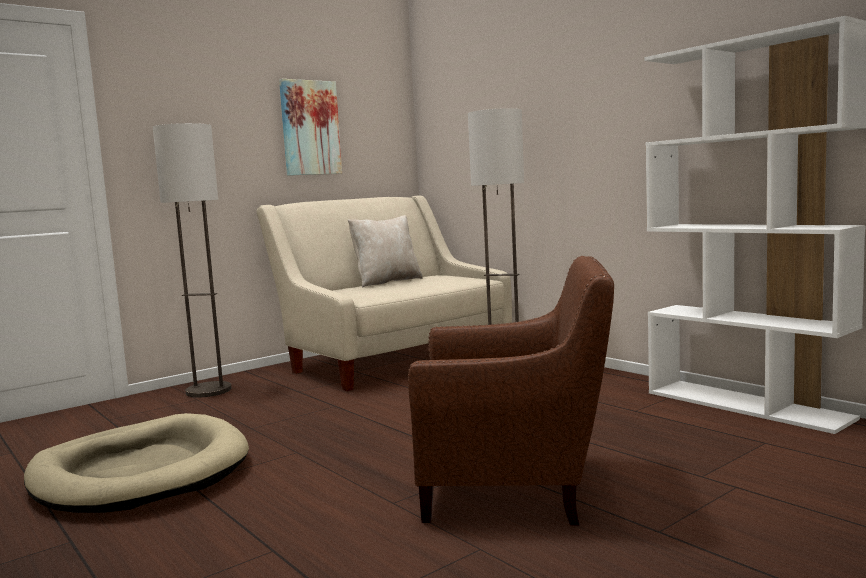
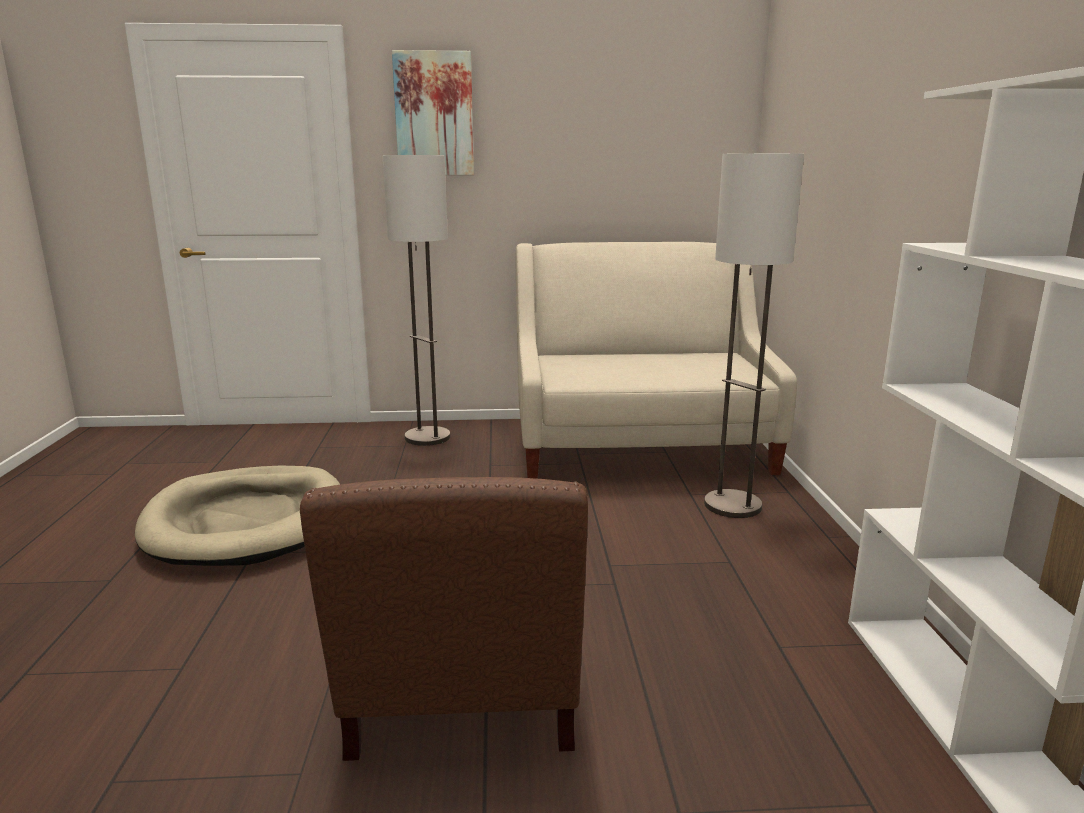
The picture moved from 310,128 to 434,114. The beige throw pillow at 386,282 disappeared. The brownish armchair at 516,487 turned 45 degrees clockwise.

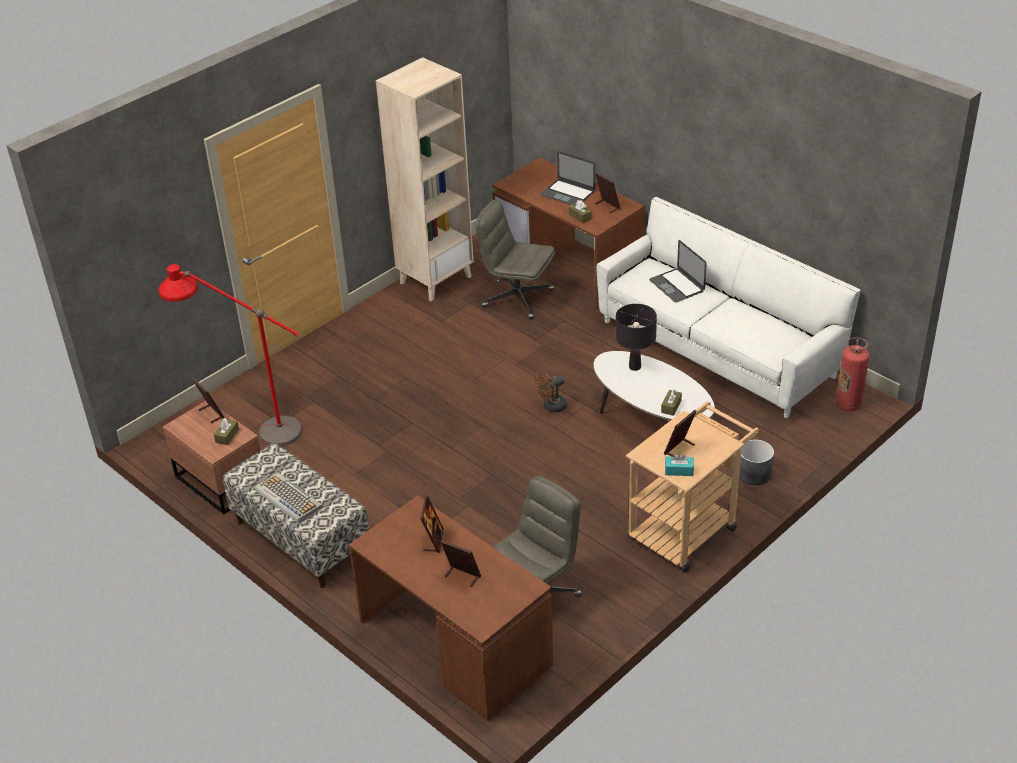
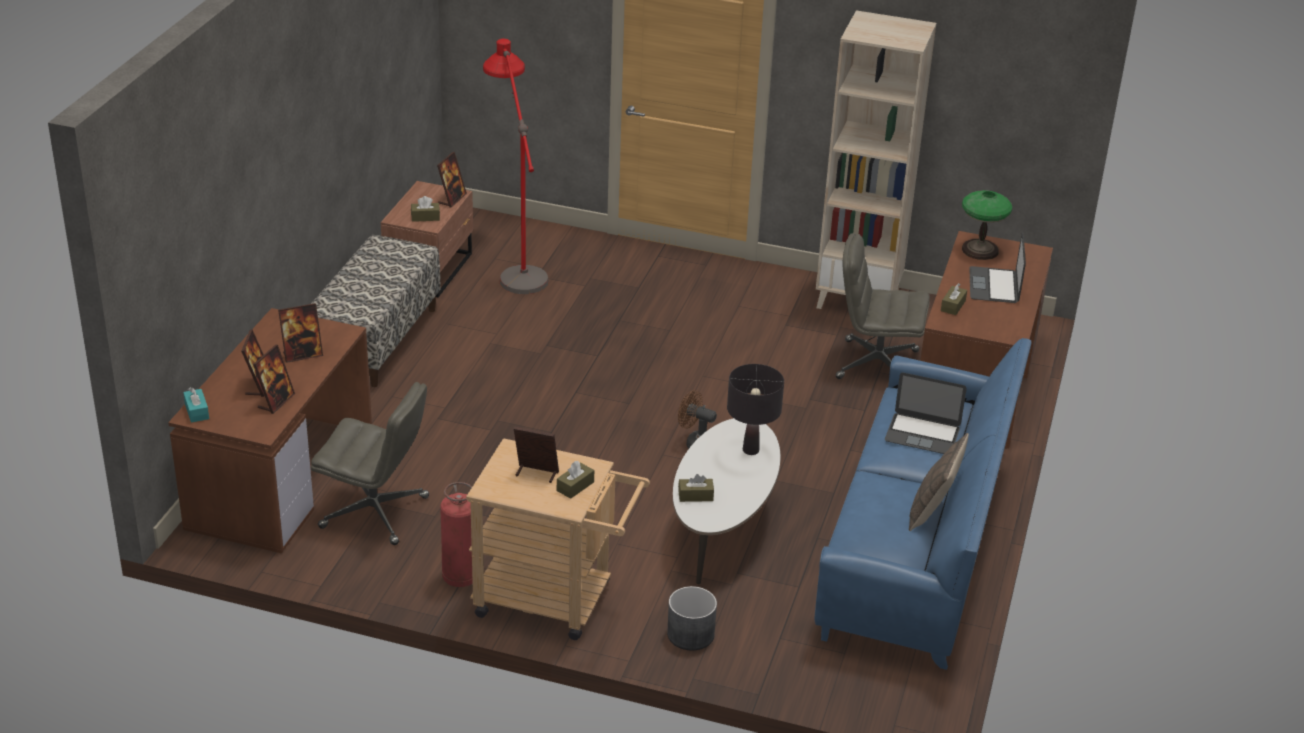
The picture frame moved from 607,206 to 276,401. The whitish settee at 718,349 became the blue-coloured settee at 916,547. The grey computer chair at 517,298 turned 75 degrees counterclockwise. The laptop at 677,285 turned 105 degrees counterclockwise. The fire extinguisher moved from 848,404 to 460,577. The turquoise-coloured tissue holder moved from 679,470 to 197,411. The PC keyboard at 287,498 disappeared. The lamp for a table at 980,250 appeared. The throw pillow at 933,511 appeared. The brownish tissue holder at 575,486 appeared.

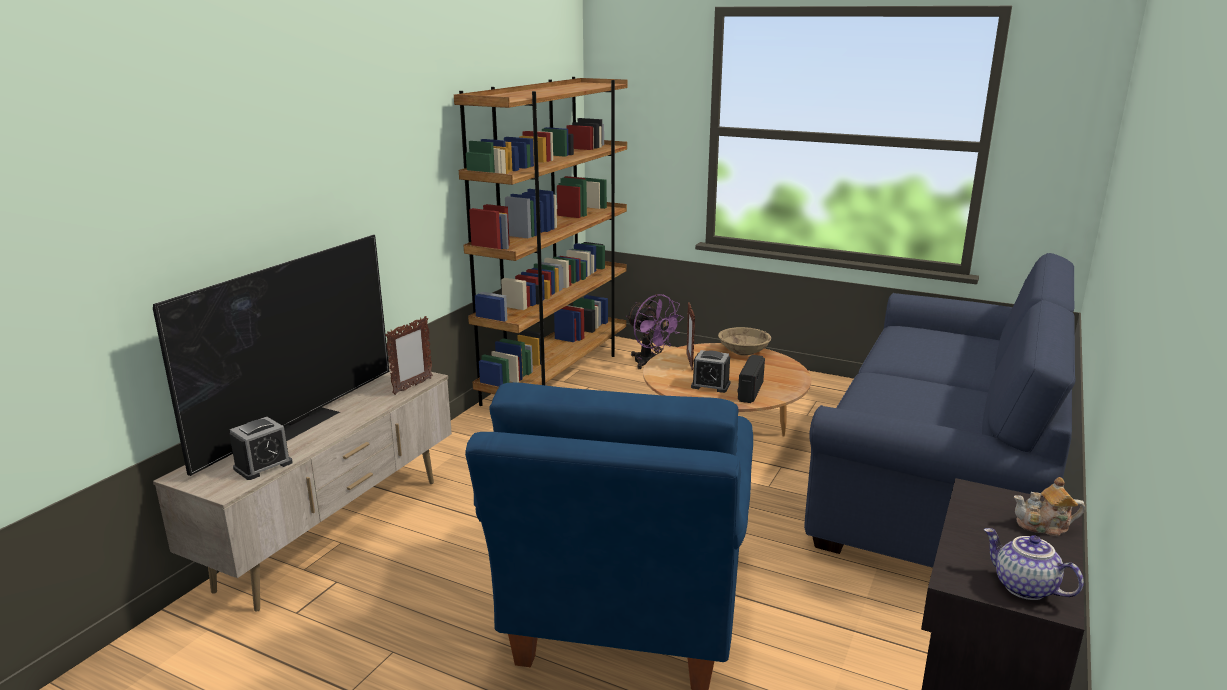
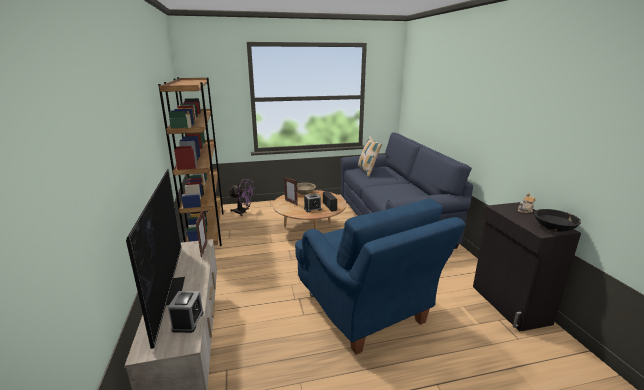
The pot for tea at 1023,588 was replaced by the black-coloured bowl at 554,228. The throw pillow at 368,171 appeared.

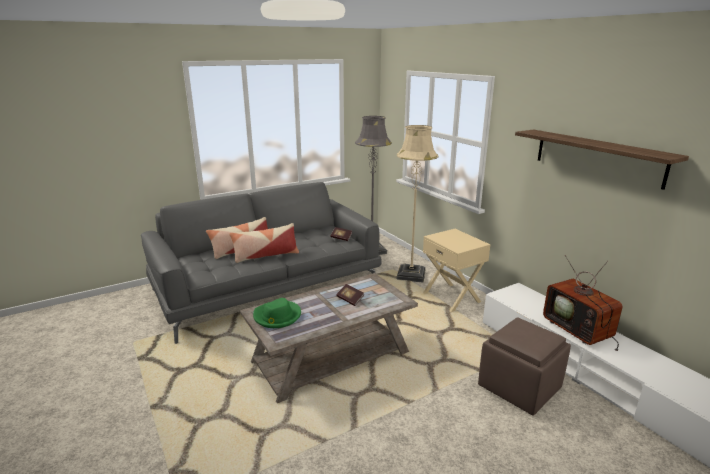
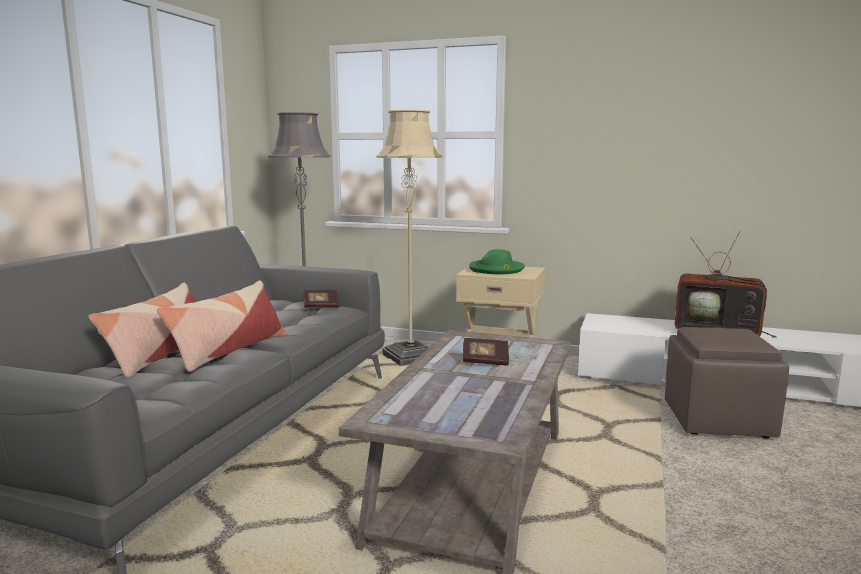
The wall shelf at 597,157 disappeared. The green-coloured hat moved from 277,316 to 496,269.

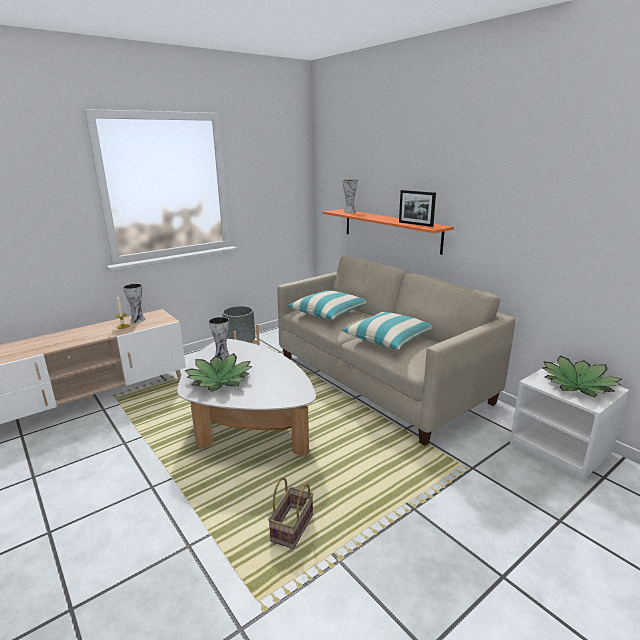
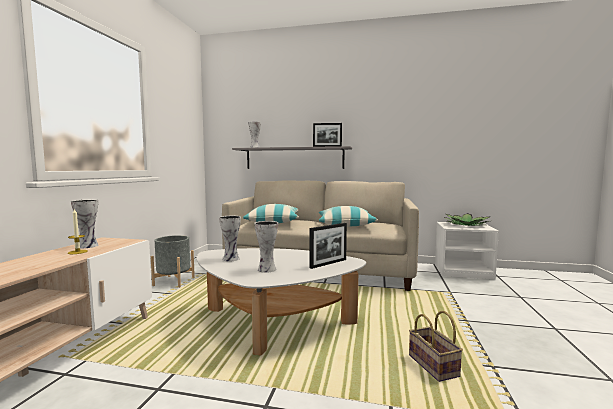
The orangey wall shelf at 390,230 became the grey wall shelf at 294,158. The potted plant at 220,380 was replaced by the vase at 266,269. The picture frame at 328,263 appeared.

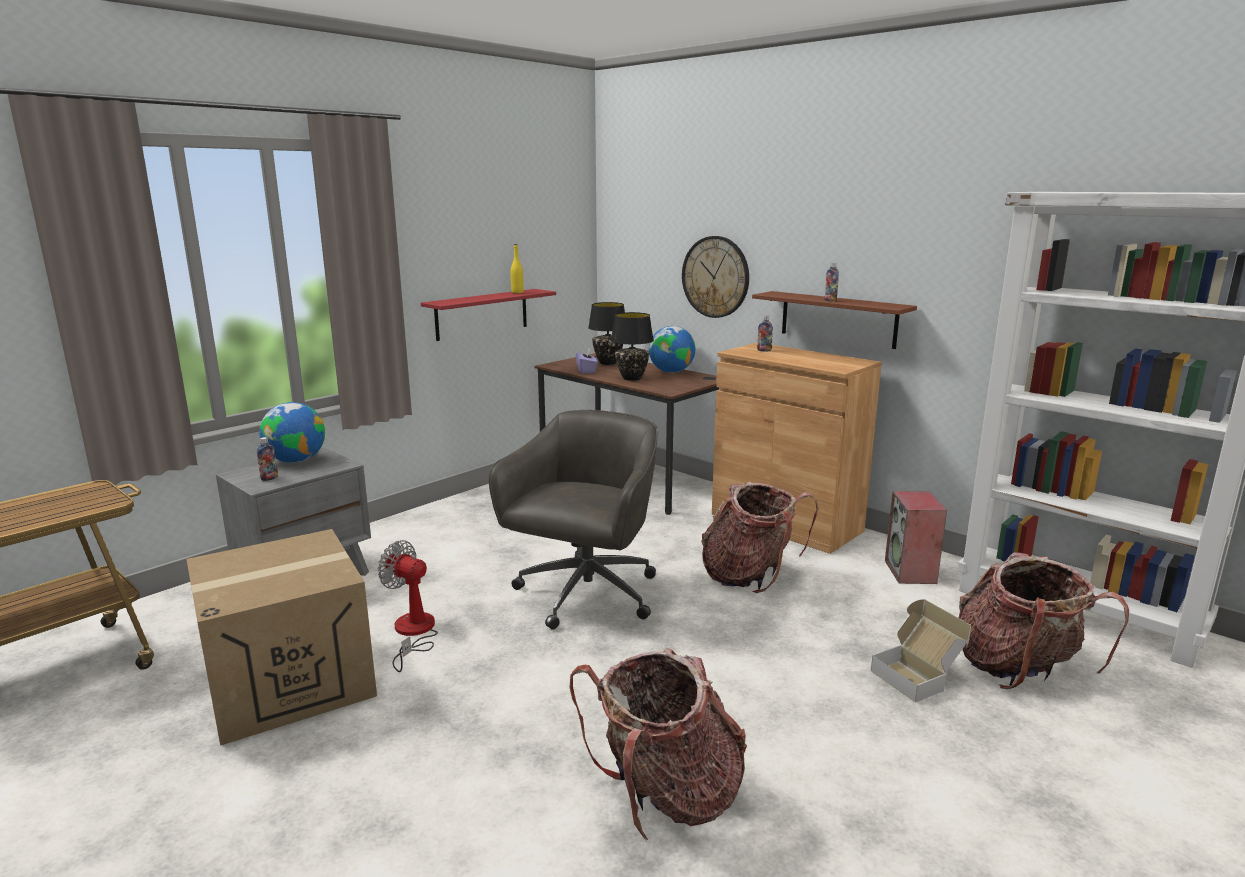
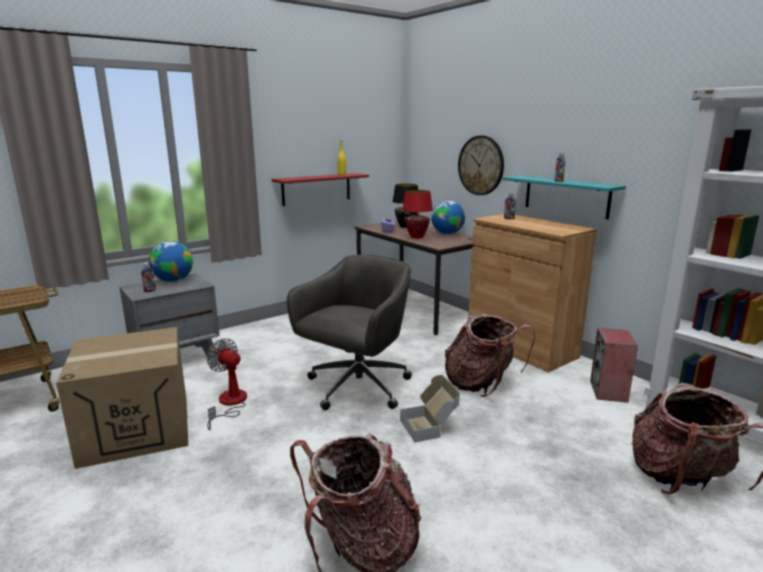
The brownish wall shelf at 838,319 became the turquoise-coloured wall shelf at 566,196. The black-coloured lamp for a table at 632,378 became the red-coloured lamp for a table at 417,237. The packing box moved from 918,676 to 429,427.

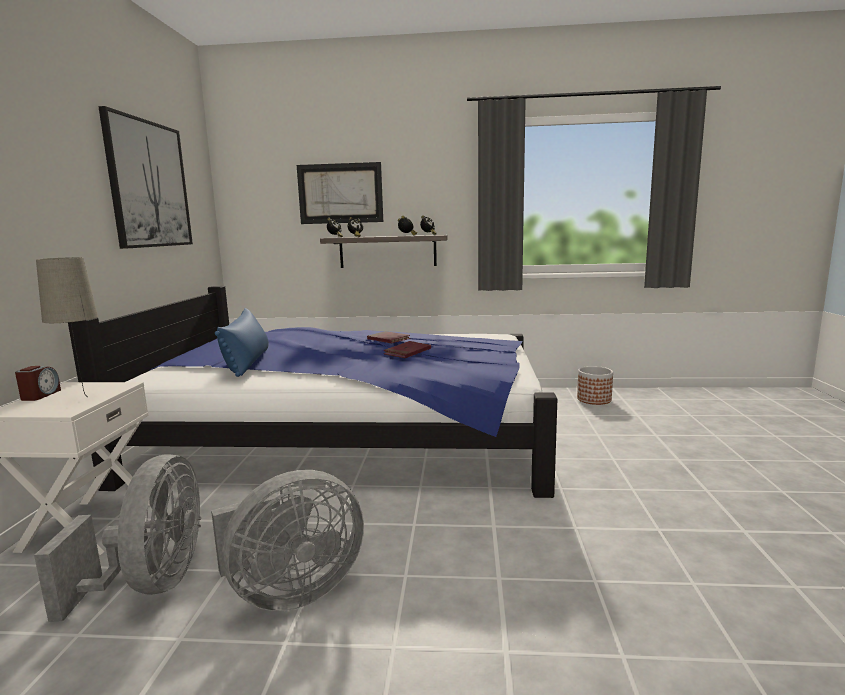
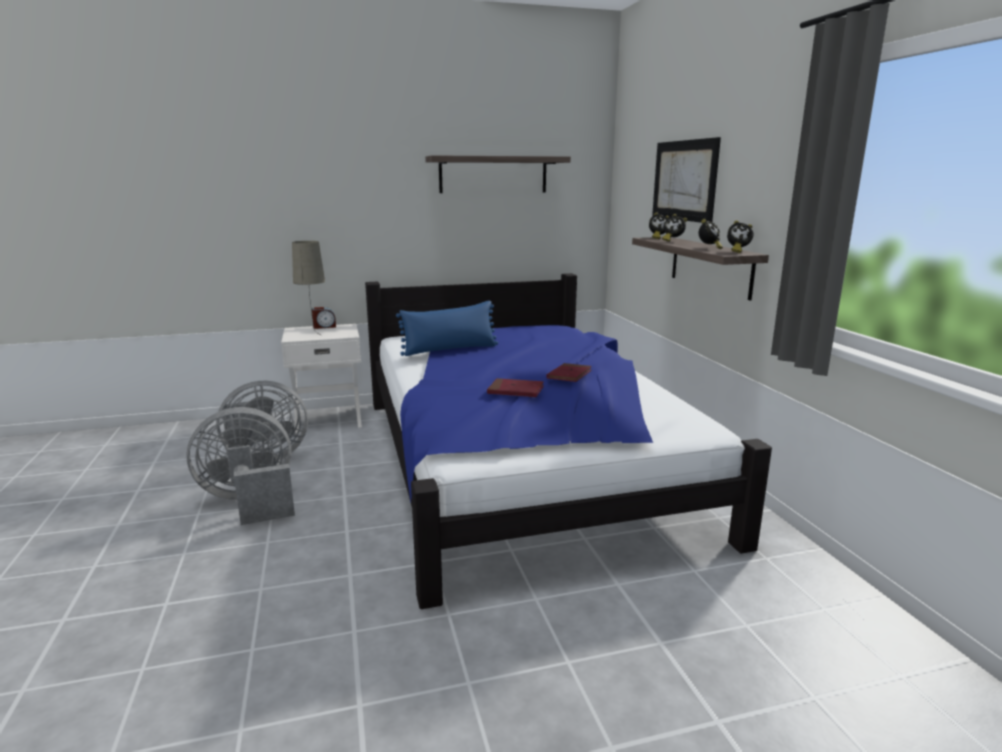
The picture at 149,184 was replaced by the wall shelf at 493,175. The planter at 594,399 disappeared. The grey fan at 291,592 turned 120 degrees clockwise.

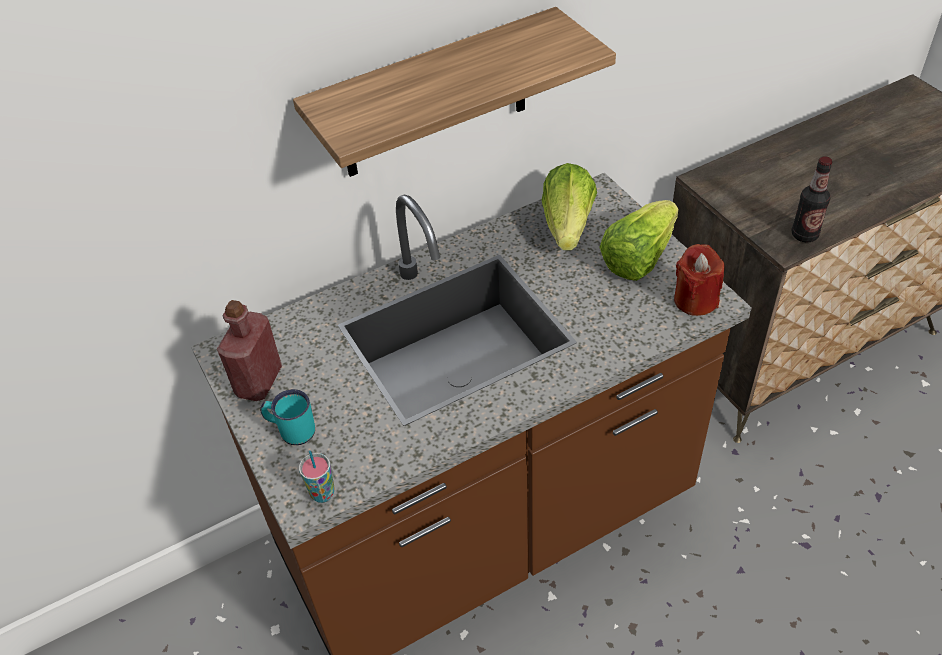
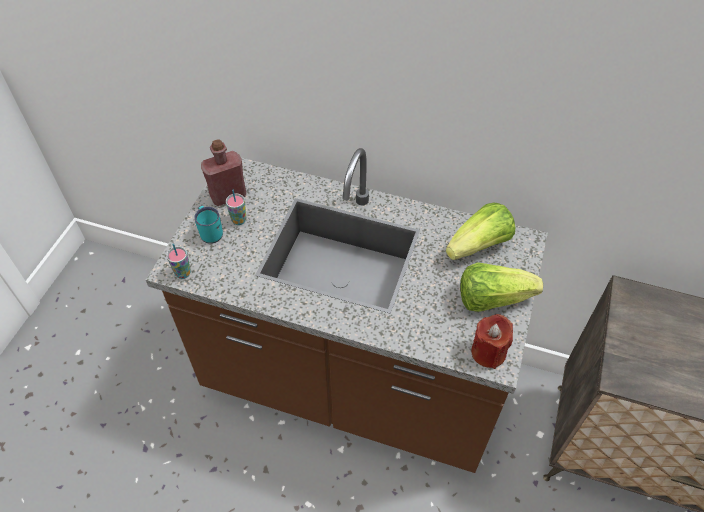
The wall shelf at 434,97 disappeared. The bottle at 804,235 disappeared. The drinking cup at 239,220 appeared.

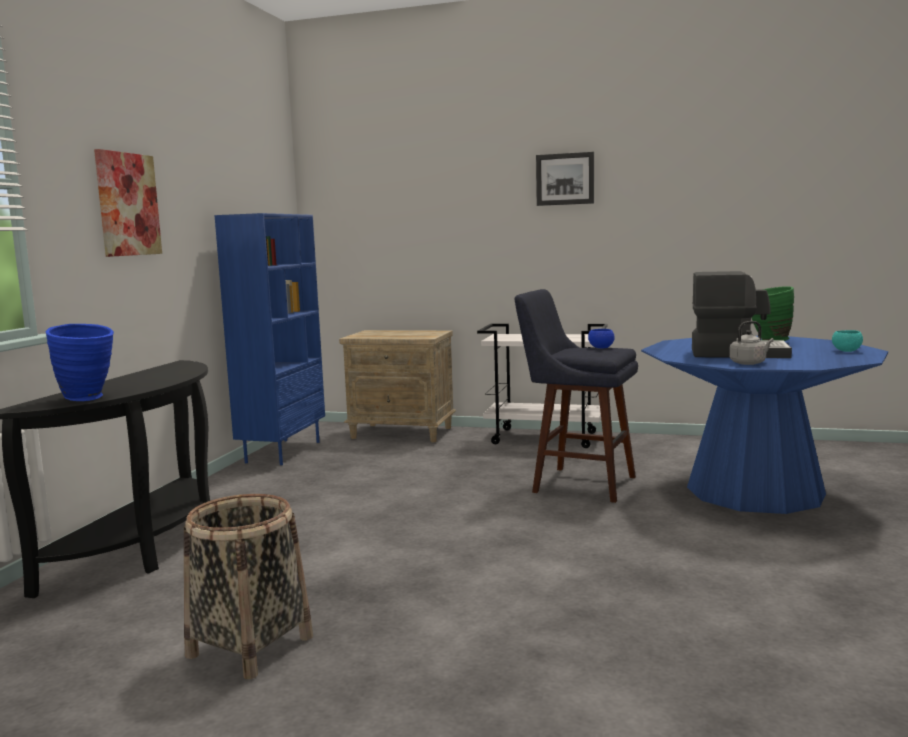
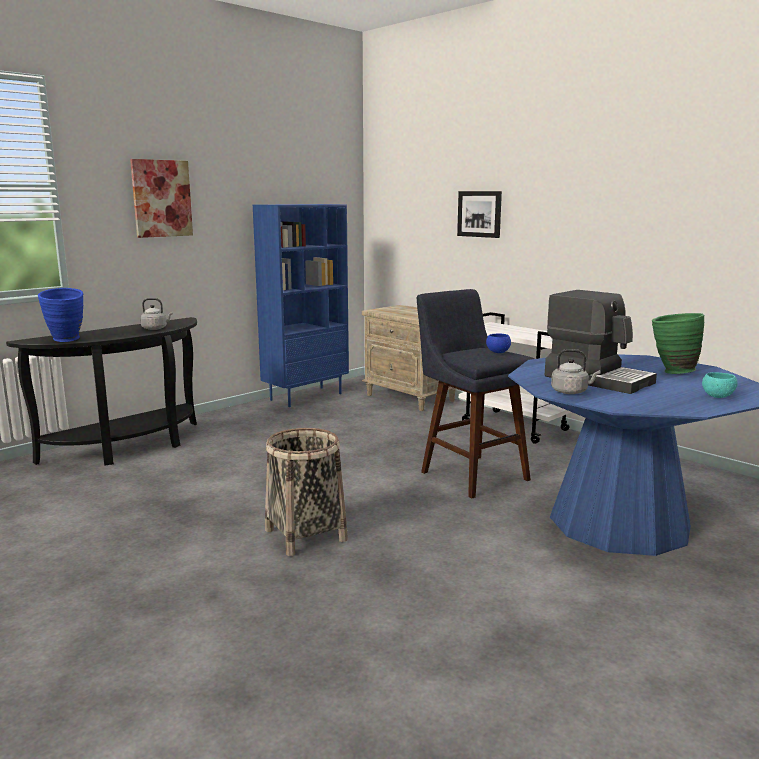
The picture moved from 565,179 to 480,214. The basket moved from 250,646 to 306,535. The grey tea kettle at 156,328 appeared.

